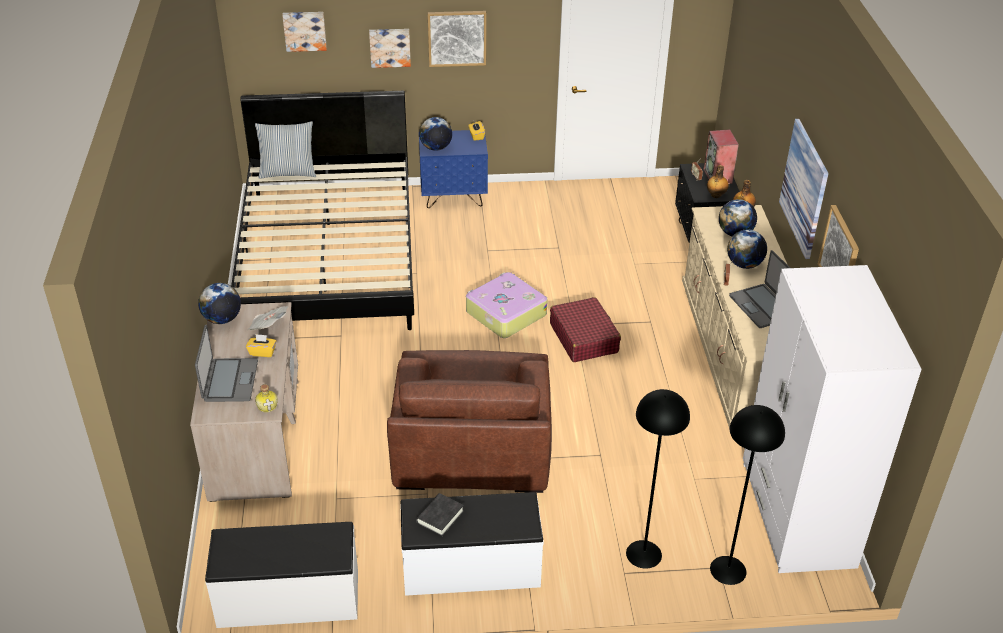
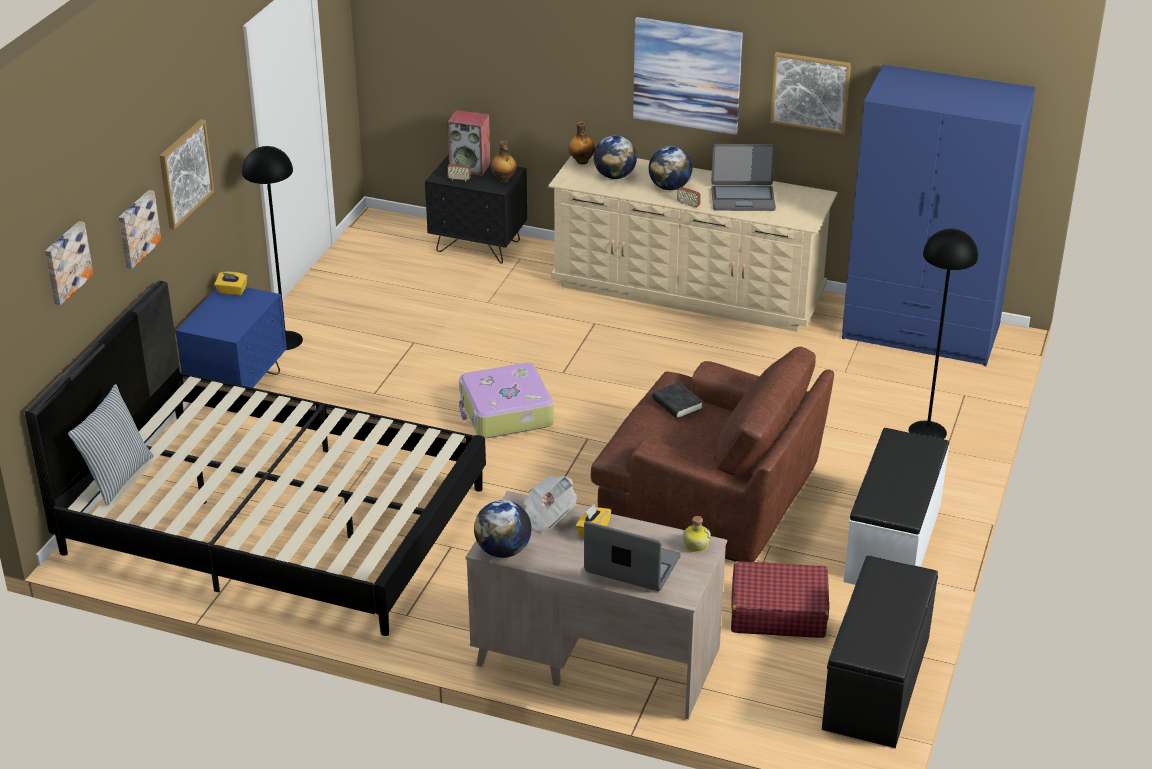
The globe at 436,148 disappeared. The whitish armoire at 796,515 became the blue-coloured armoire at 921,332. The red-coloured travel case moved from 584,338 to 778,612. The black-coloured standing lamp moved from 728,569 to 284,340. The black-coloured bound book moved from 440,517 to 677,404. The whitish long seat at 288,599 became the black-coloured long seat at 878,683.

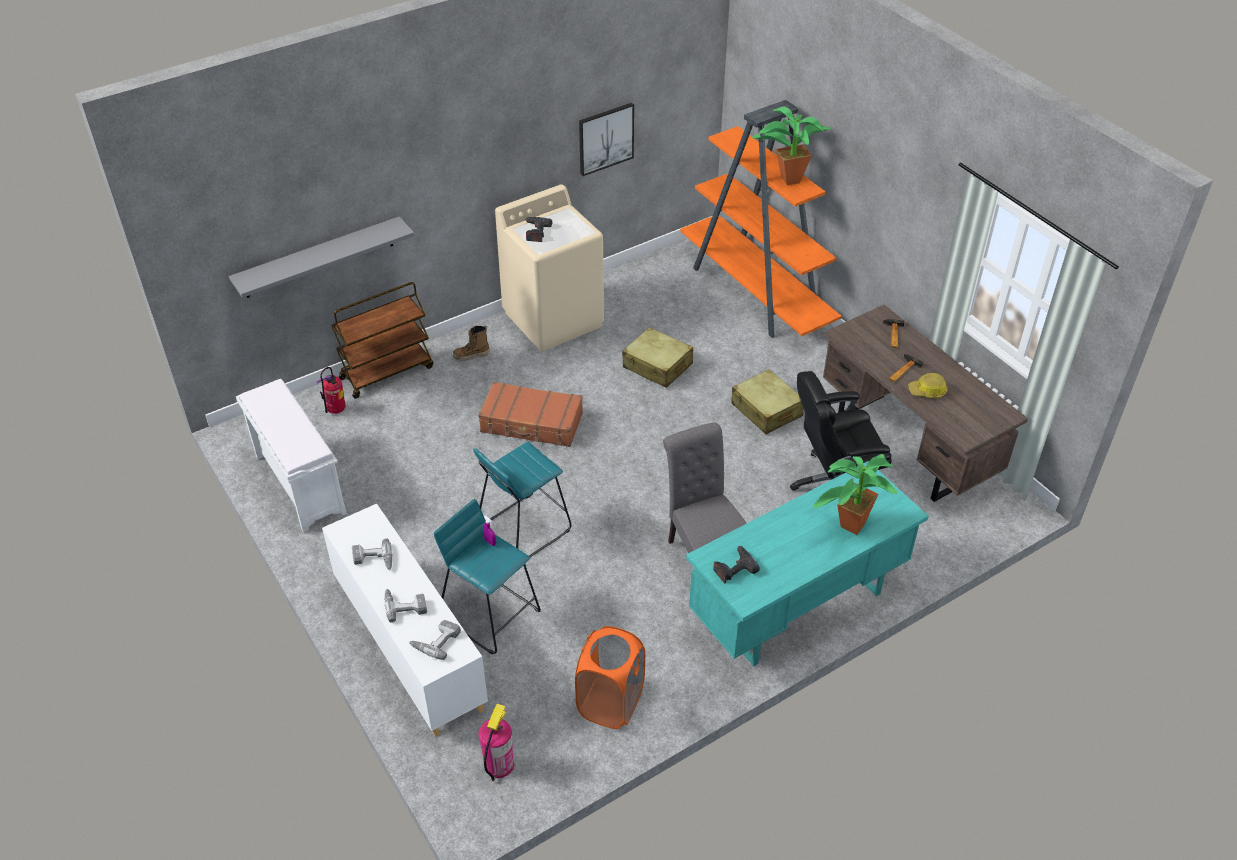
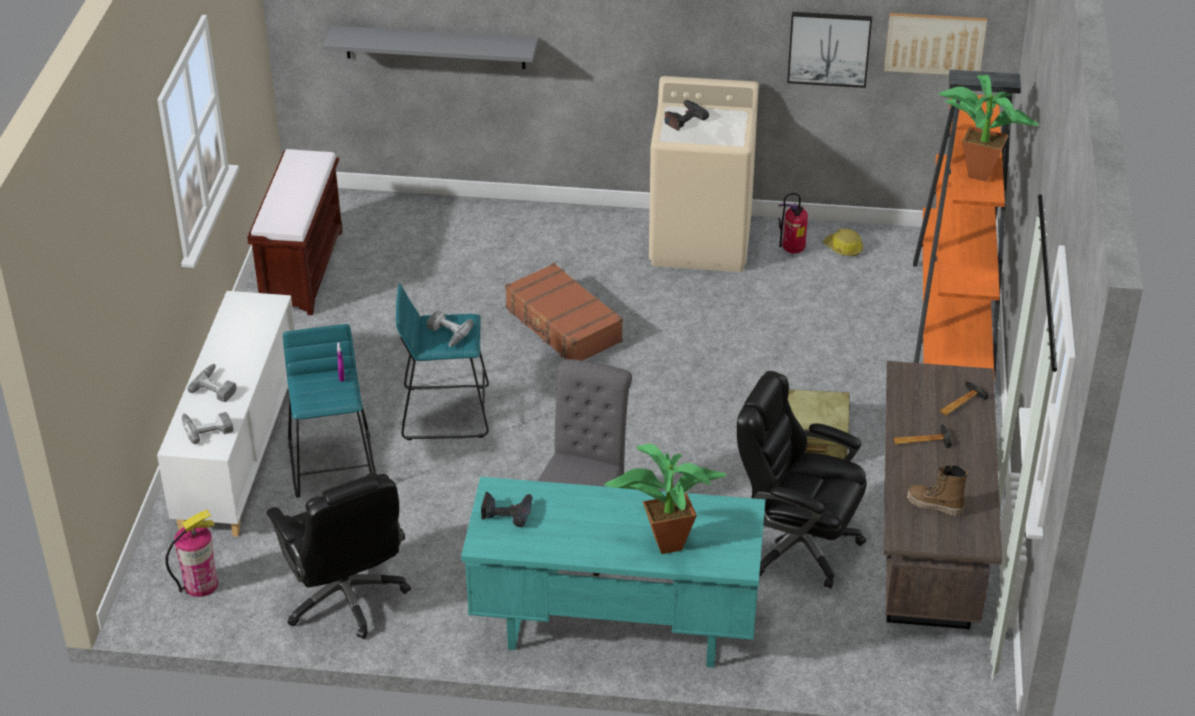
The brownish trolley at 387,372 disappeared. The high-top boot moved from 471,356 to 935,506. The beige travel case at 657,366 disappeared. The fire extinguisher moved from 336,411 to 792,250. The safety helmet moved from 927,391 to 843,248. The whitish long seat at 299,483 became the brownish long seat at 302,269. The electric drill moved from 373,560 to 446,334. The orangey hamper at 610,703 was replaced by the black-coloured computer chair at 346,597. The picture at 935,43 appeared.

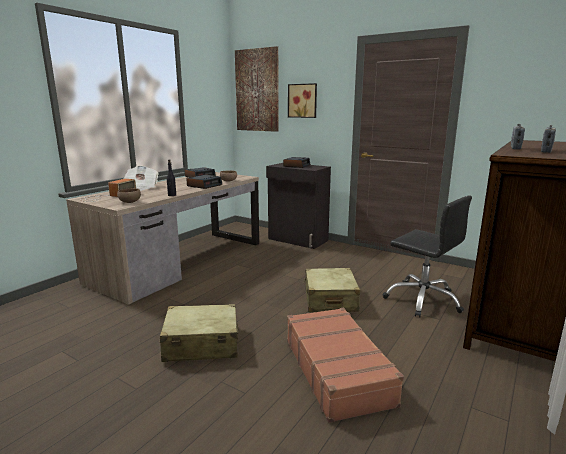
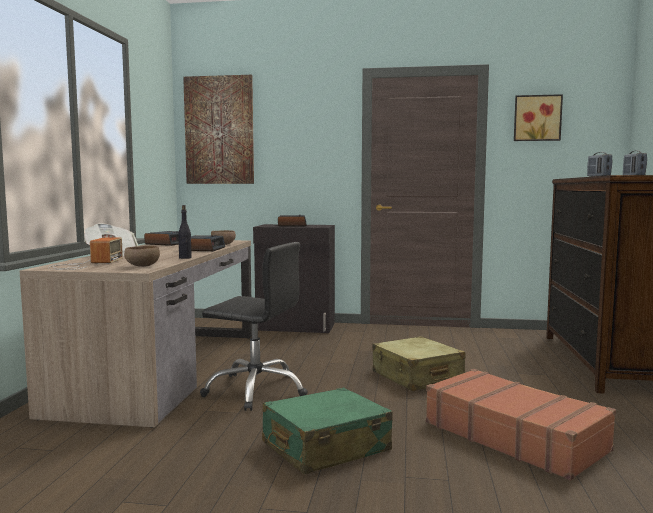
The picture moved from 303,100 to 537,118. The black-coloured computer chair moved from 423,299 to 256,390. The beige travel case at 201,344 became the green-coloured travel case at 325,447.

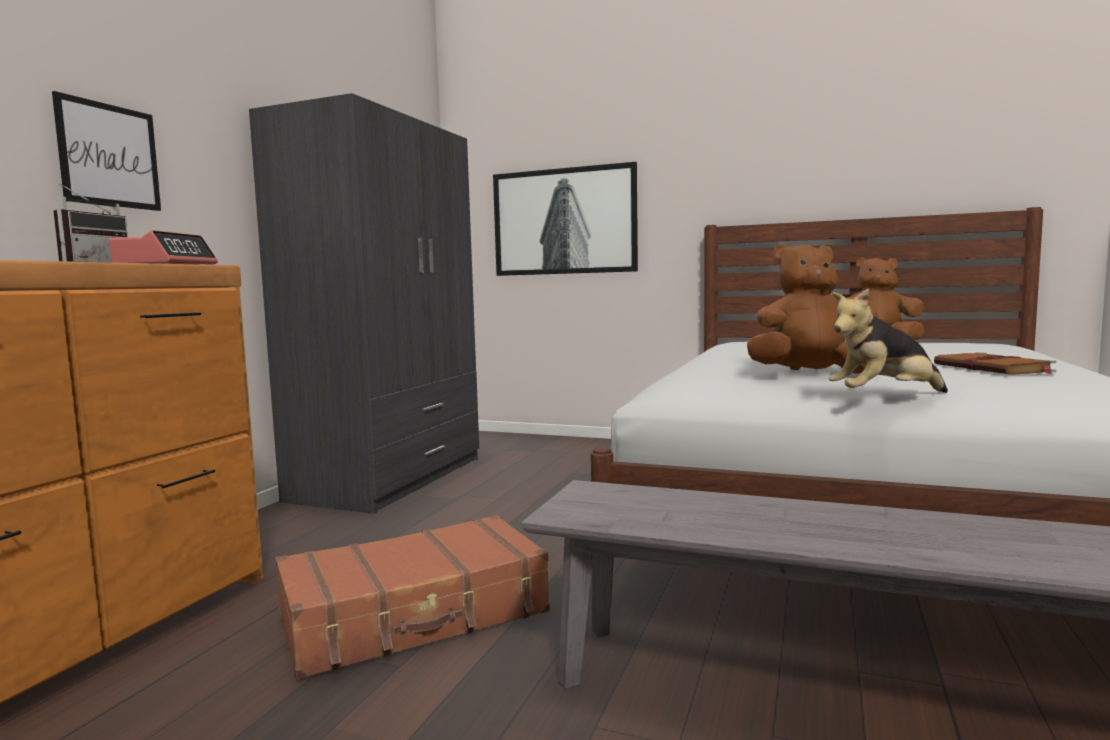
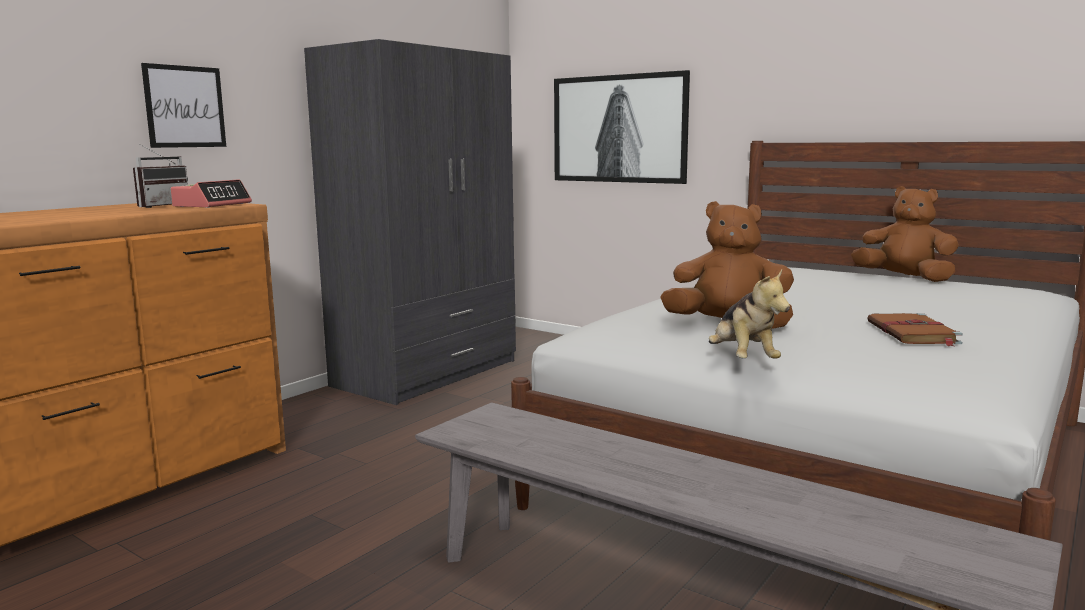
The plush toy at 884,397 turned 105 degrees counterclockwise. The brownish travel case at 416,616 disappeared.

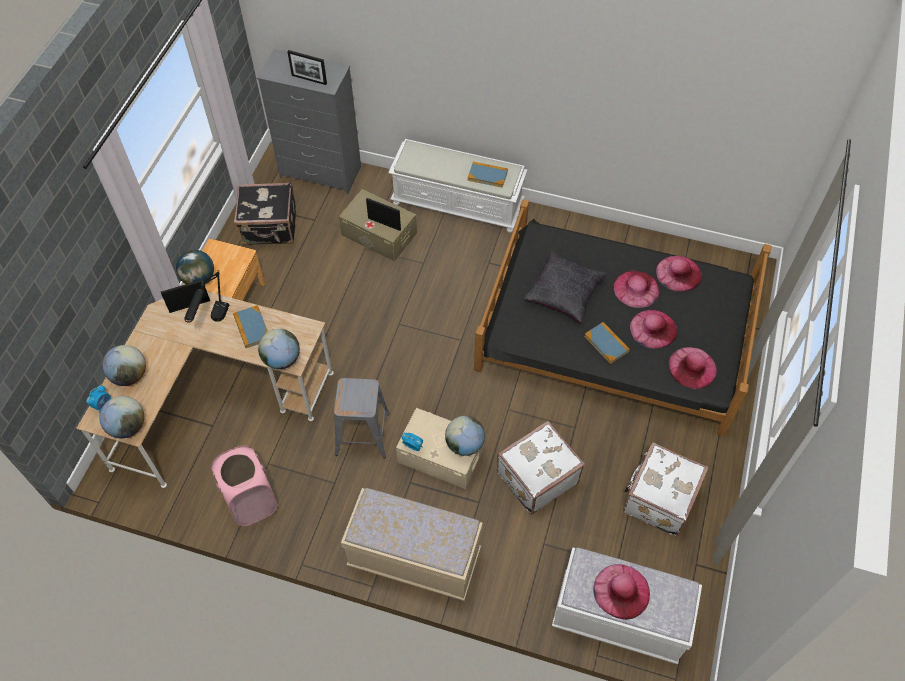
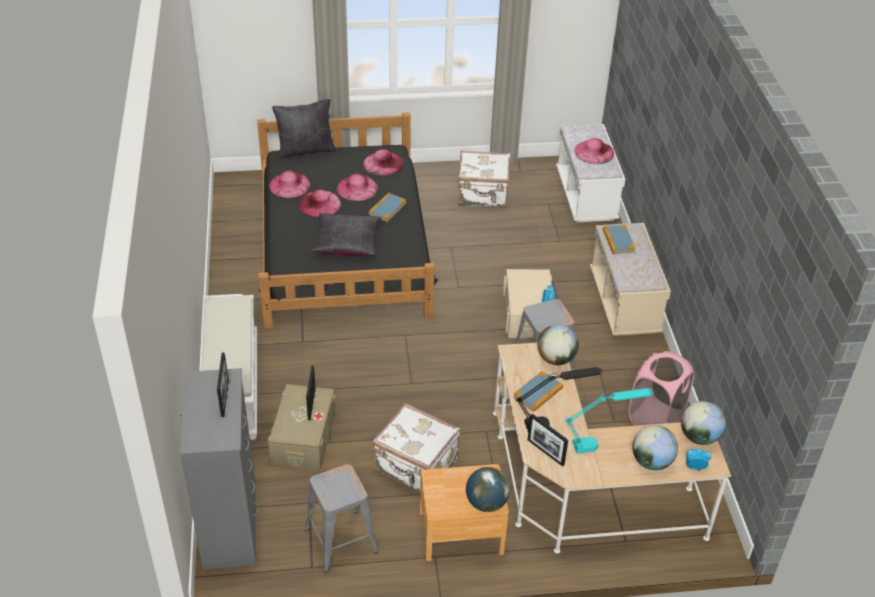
The bound book moved from 487,175 to 618,241. The black-coloured travel case at 269,228 was replaced by the grey sitting stool at 340,541. The globe at 464,444 disappeared. The whitish travel case moved from 536,477 to 415,466. The black-coloured throw pillow at 305,150 appeared. The turquoise-coloured lamp for a table at 601,443 appeared.

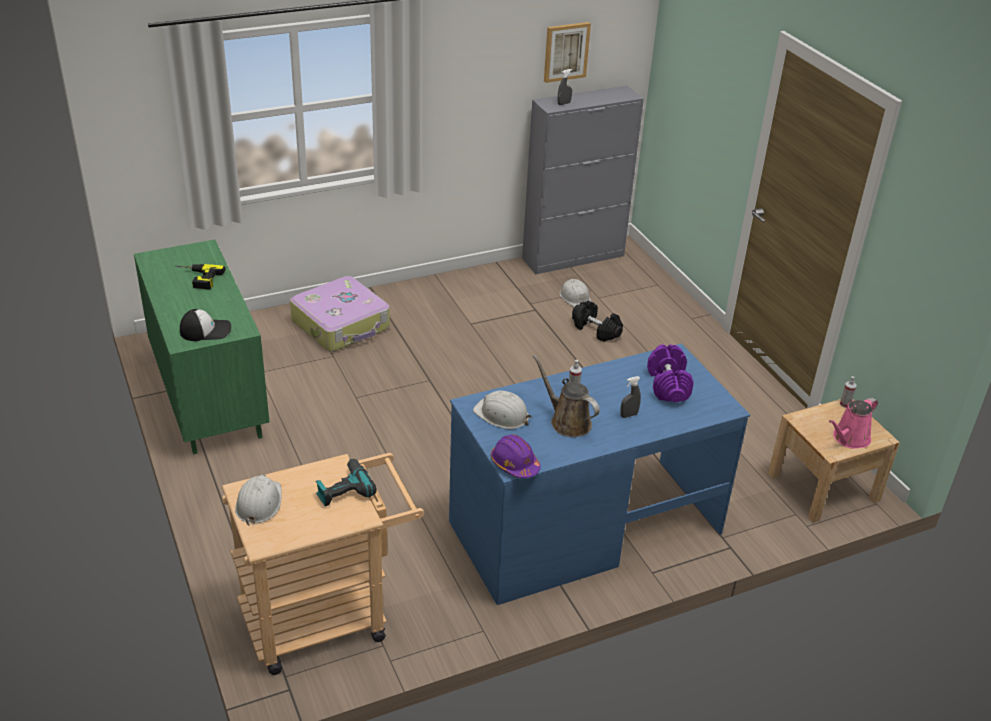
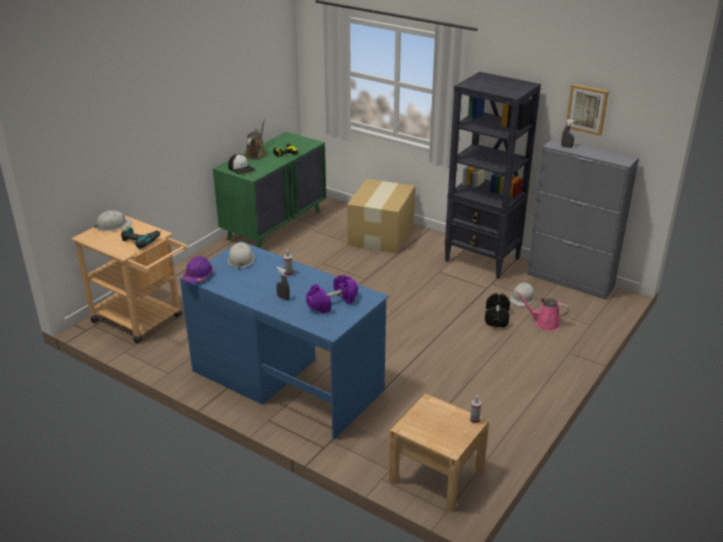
The travel case at 342,325 was replaced by the packing box at 382,234. The brownish watering pot moved from 567,421 to 256,154. The pinkish watering pot moved from 849,439 to 544,323. The black-coloured shelving unit at 482,260 appeared.

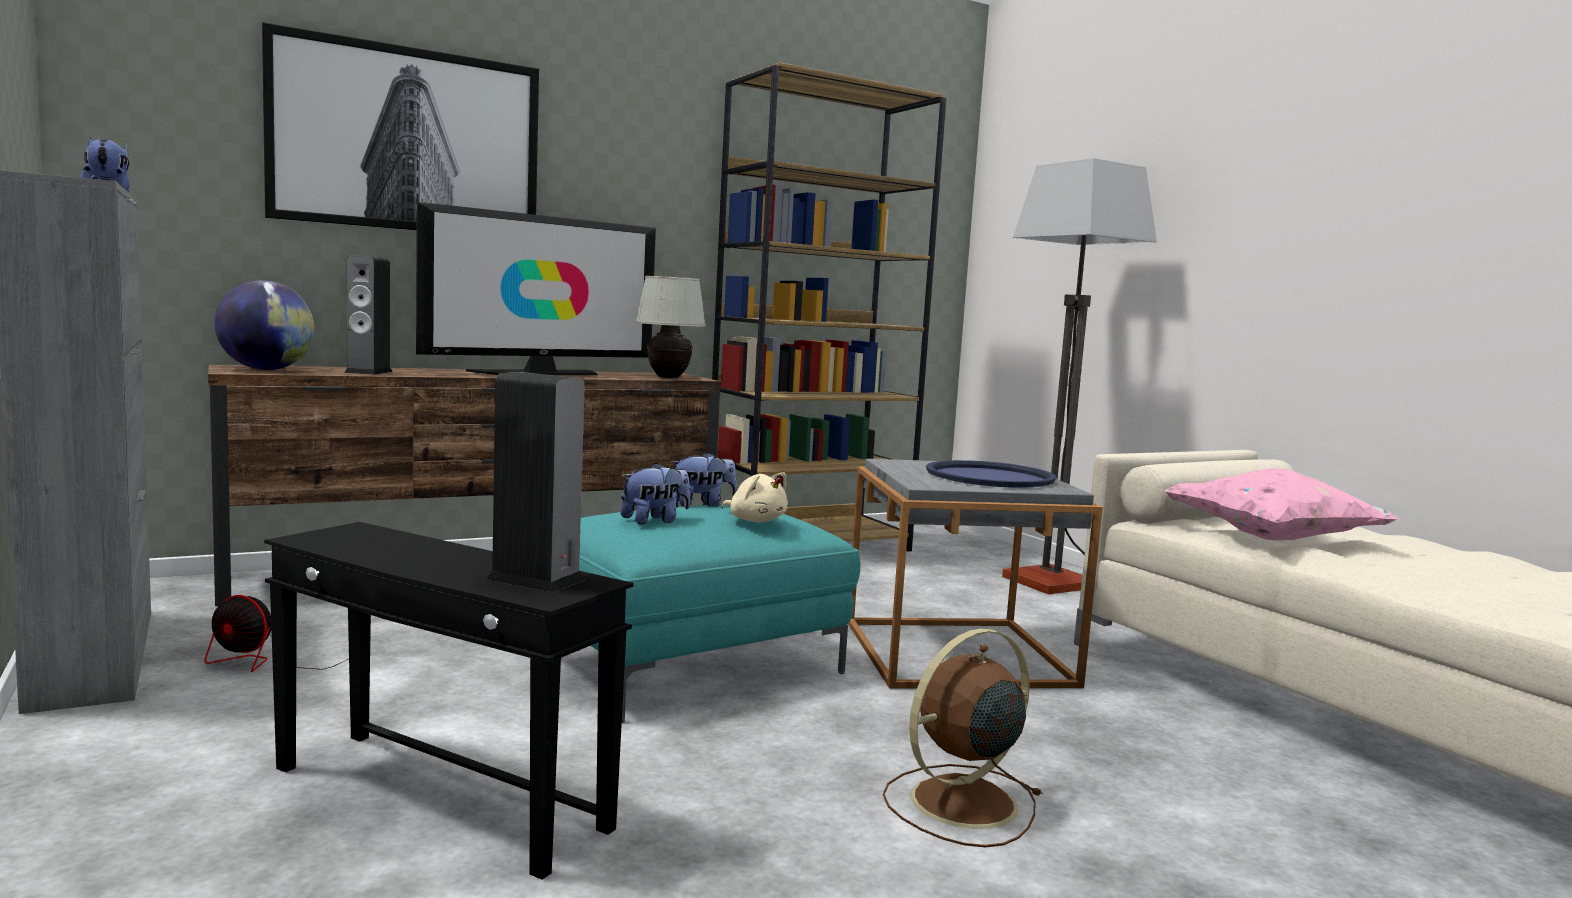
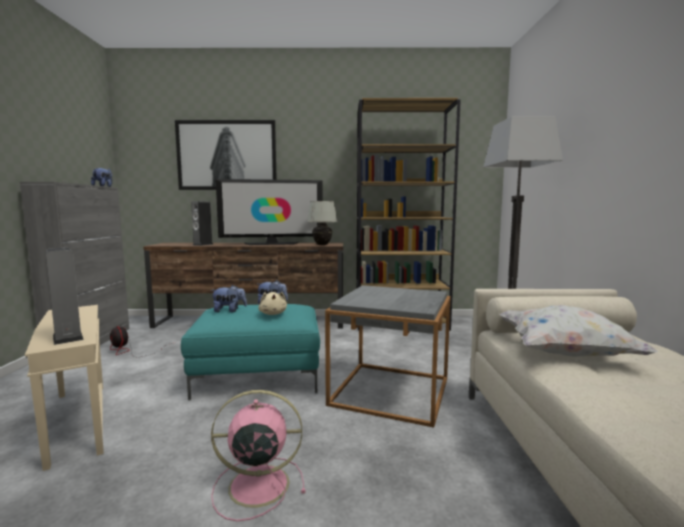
The globe at 266,369 disappeared. The blue-coloured serving tray at 989,477 disappeared. The pinkish throw pillow at 1272,539 became the whitish throw pillow at 565,354. The black-coloured end table at 436,799 became the beige end table at 77,421. The brownish fan at 960,803 became the pinkish fan at 256,485.

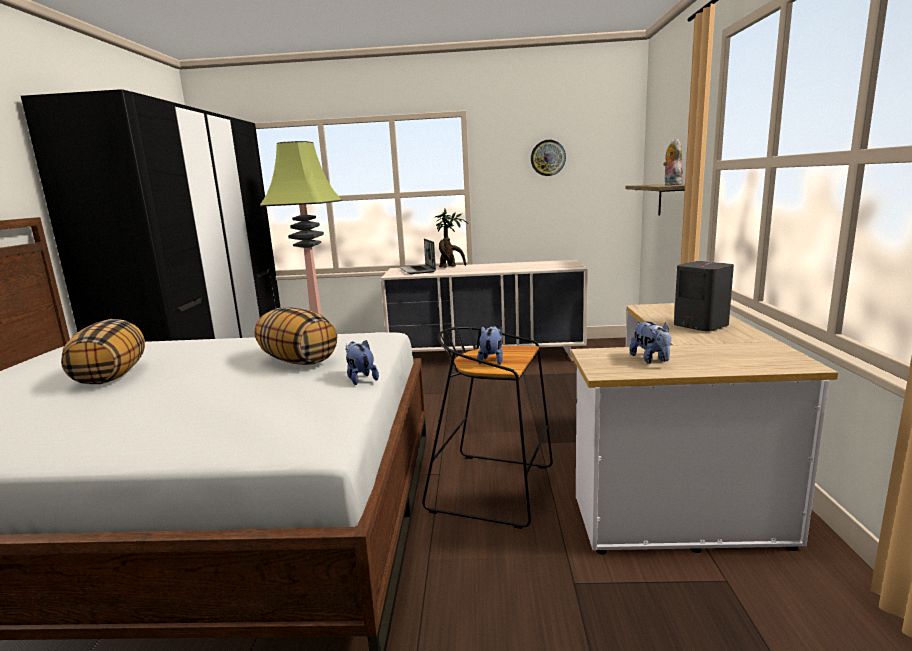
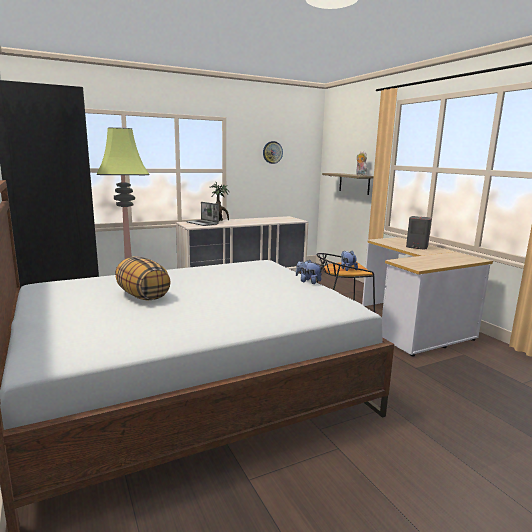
The throw pillow at 298,361 disappeared. The plush toy at 651,360 disappeared.

